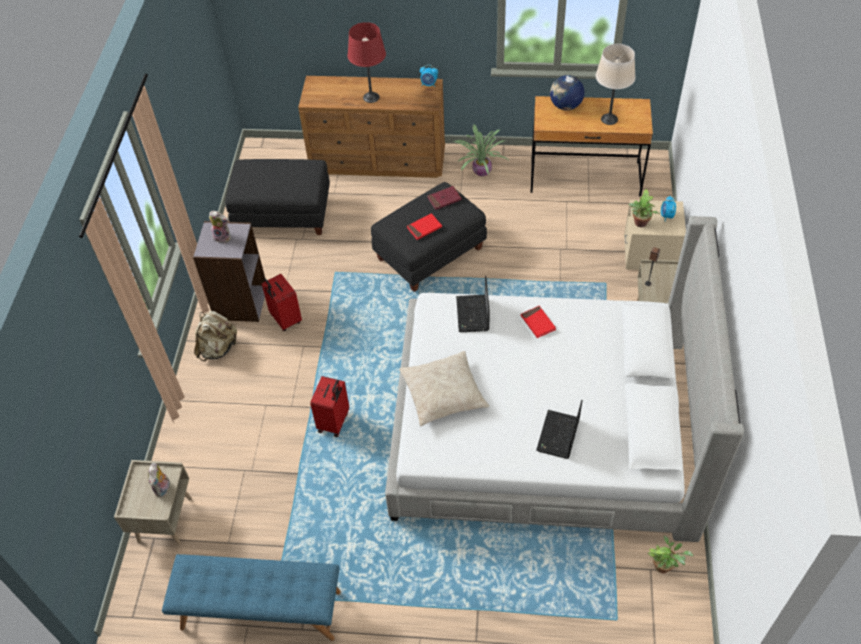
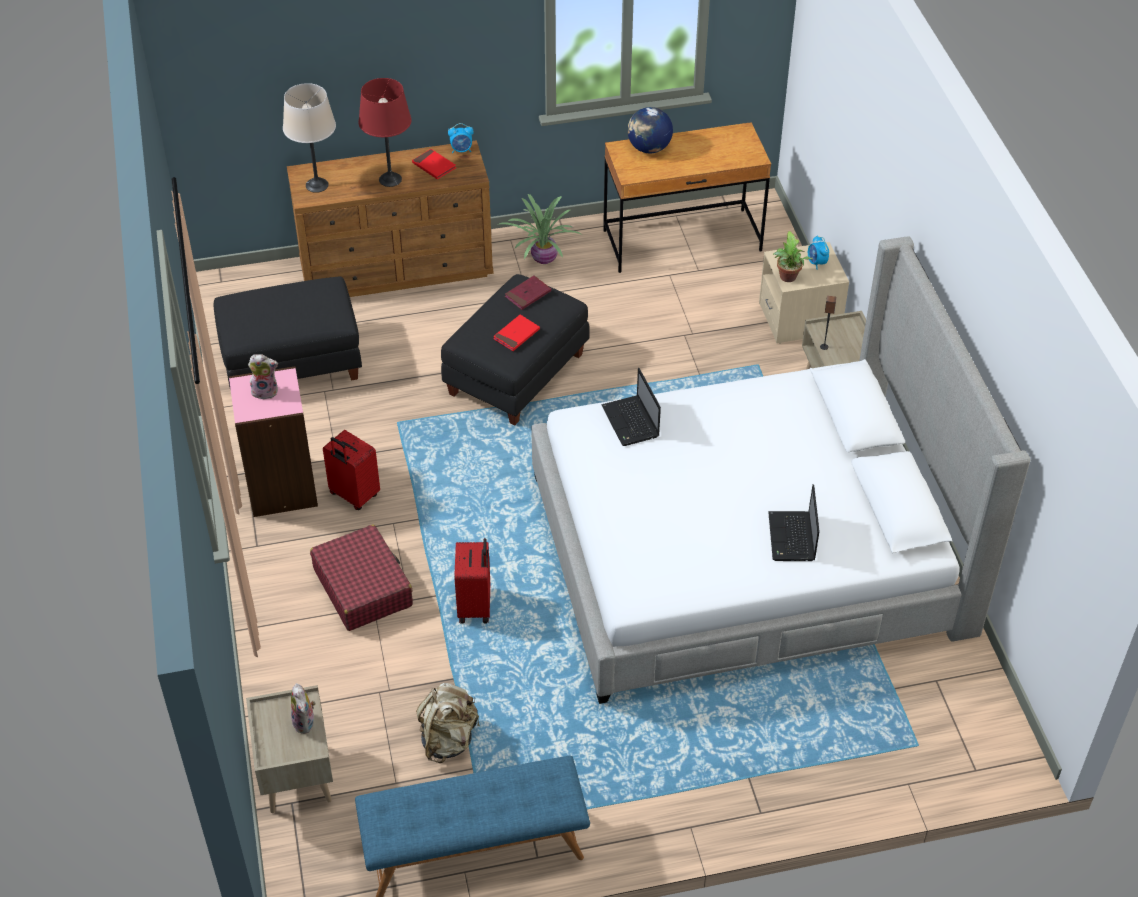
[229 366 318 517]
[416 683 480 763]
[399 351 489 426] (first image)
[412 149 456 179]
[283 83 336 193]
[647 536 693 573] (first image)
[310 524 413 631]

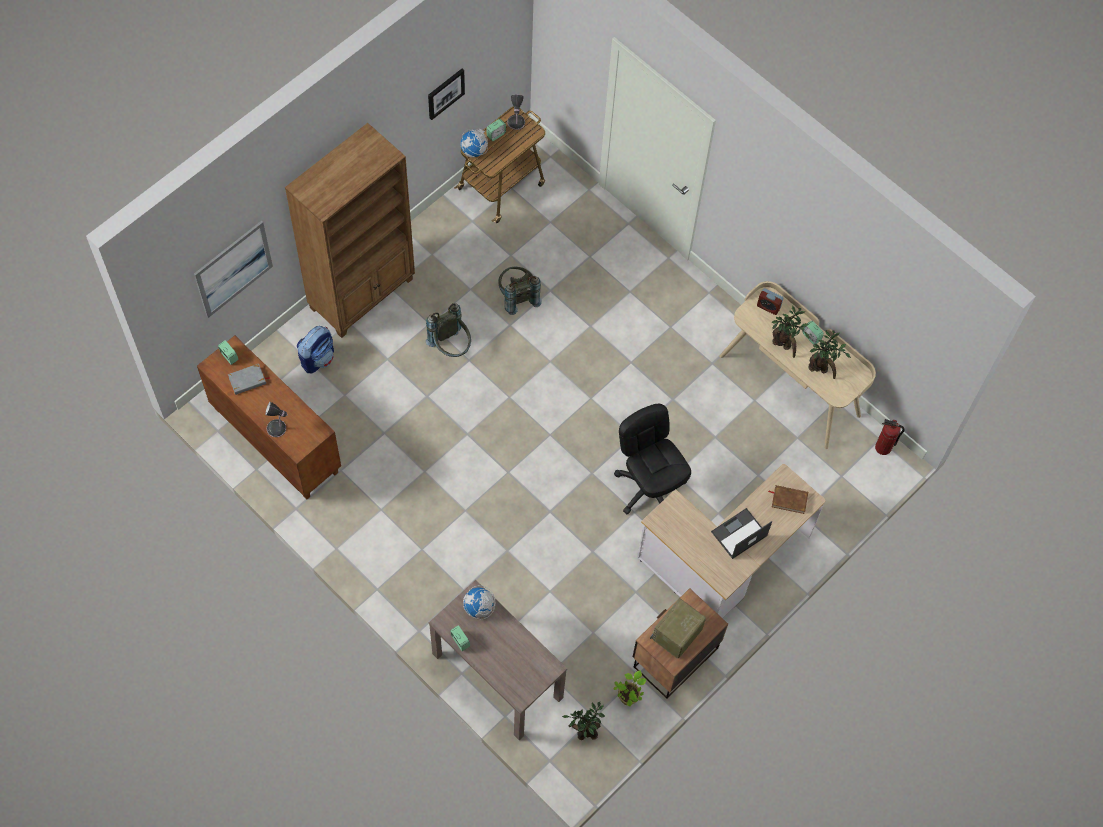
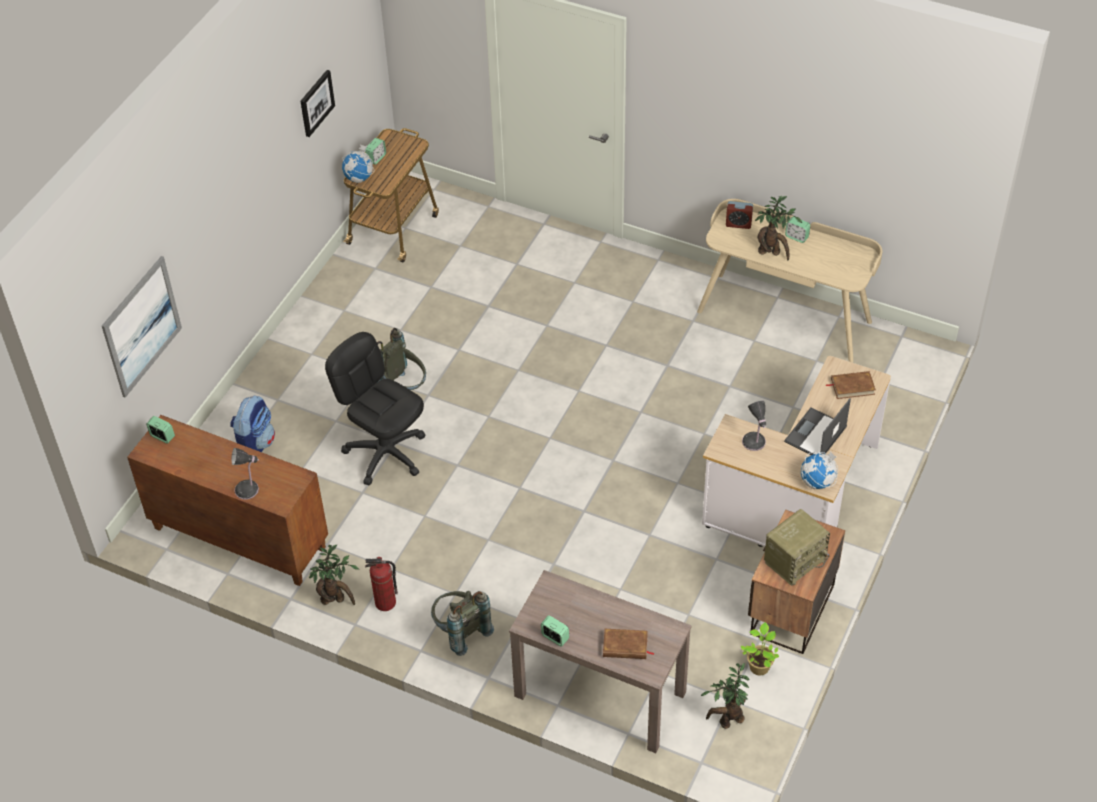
[228 364 271 395] (first image)
[285 123 415 338] (first image)
[801 452 838 489]
[431 591 494 656]
[742 400 766 451]
[325 332 425 485]
[764 509 830 586]
[309 545 359 605]
[365 557 398 611]
[603 629 654 659]

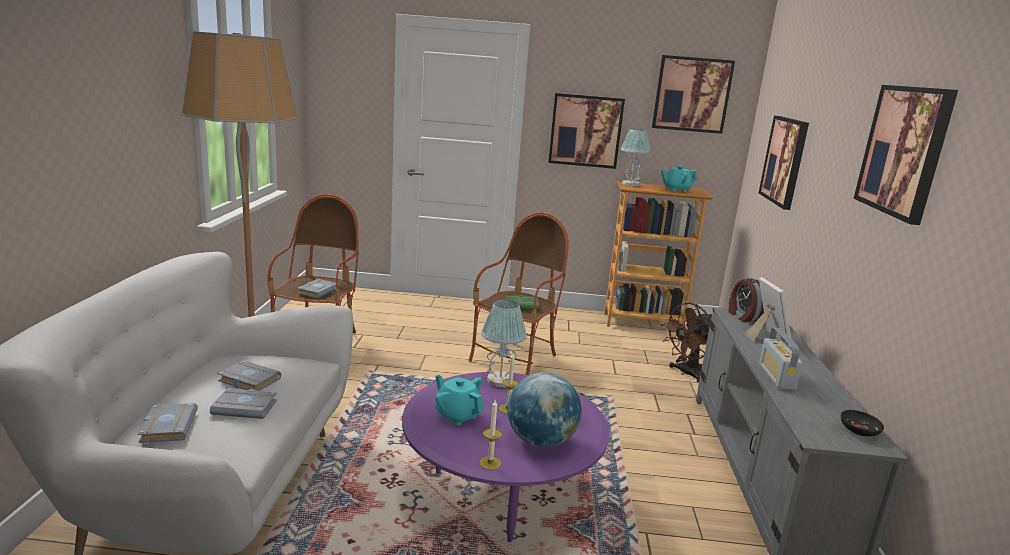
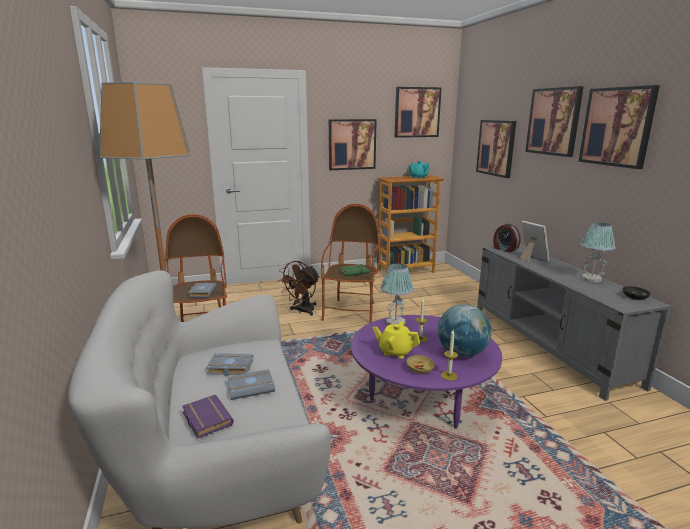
[182 395 234 439]
[373 321 420 359]
[580 223 616 282]
[278 261 320 316]
[759 328 802 390] (first image)
[406 355 435 374]
[525 86 584 157]

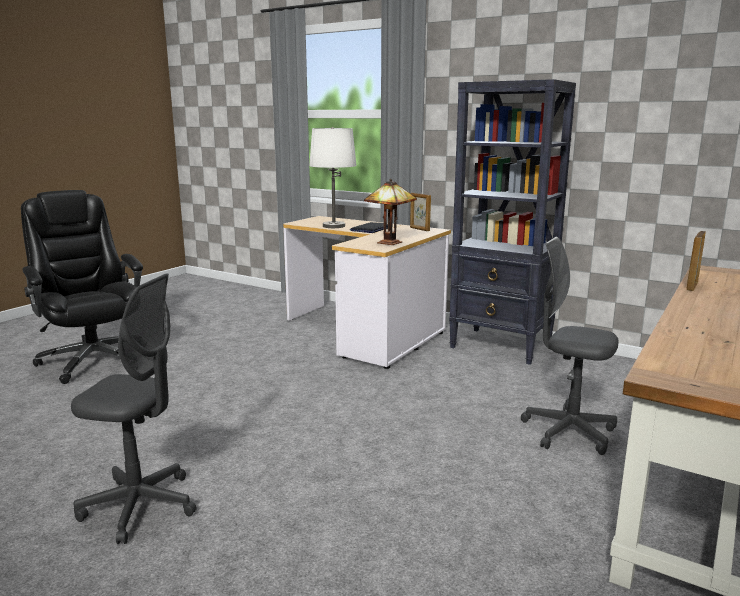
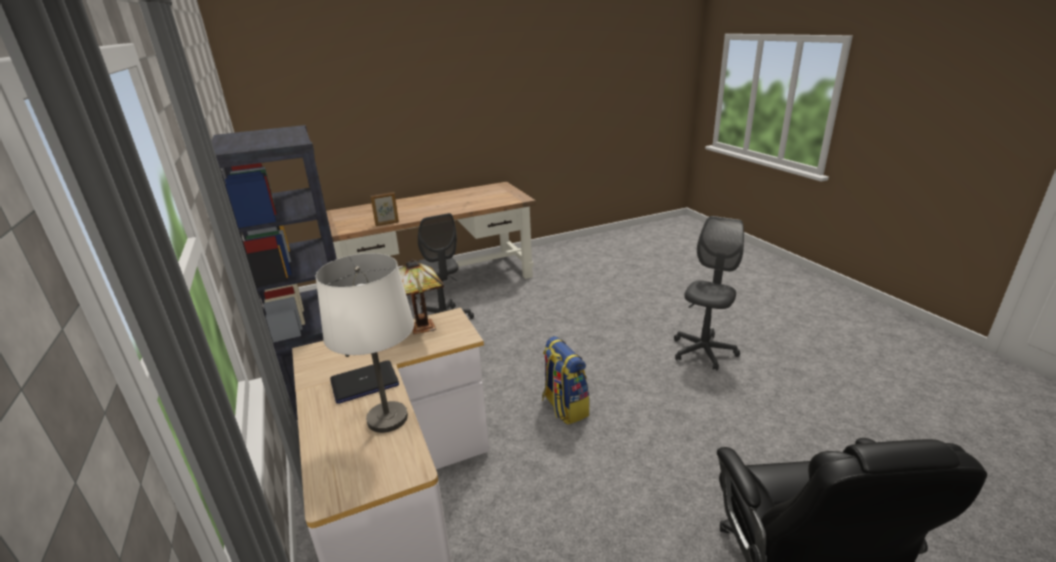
[674 216 744 371]
[410 193 431 231] (first image)
[542 336 589 424]

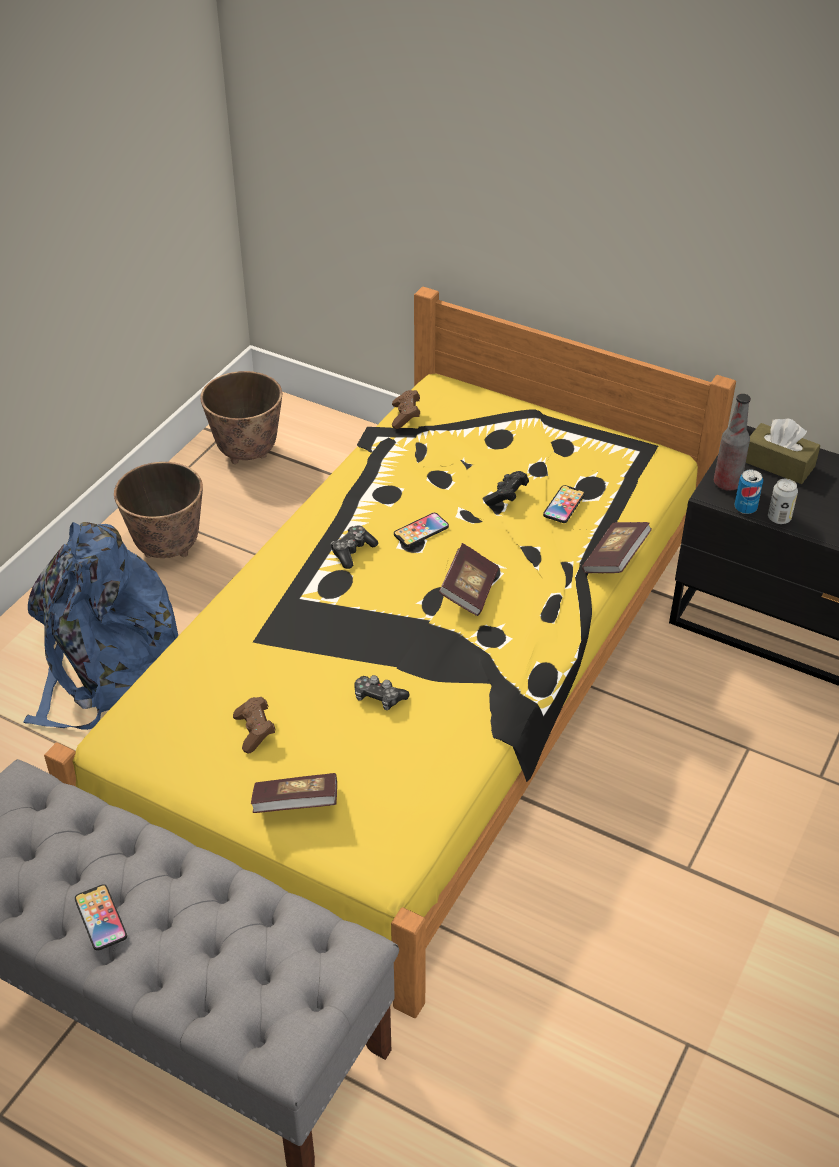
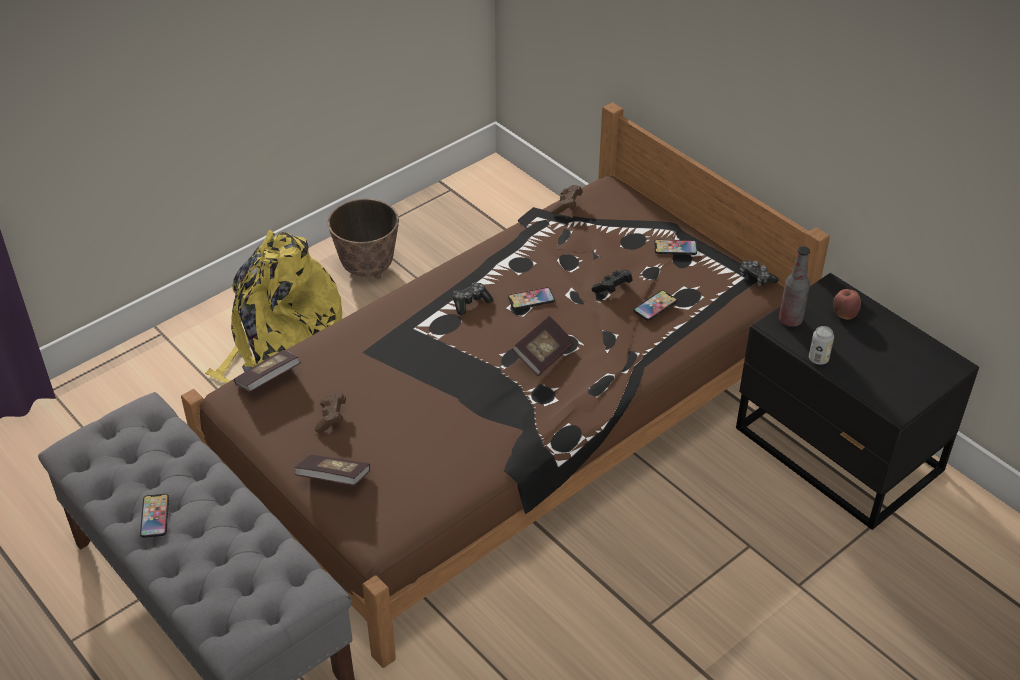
[205 230 343 383]
[181 102 830 668]
[200 371 282 464] (first image)
[740 260 779 286]
[233 350 301 392]
[734 470 763 514] (first image)
[833 289 861 319]
[654 239 697 255]

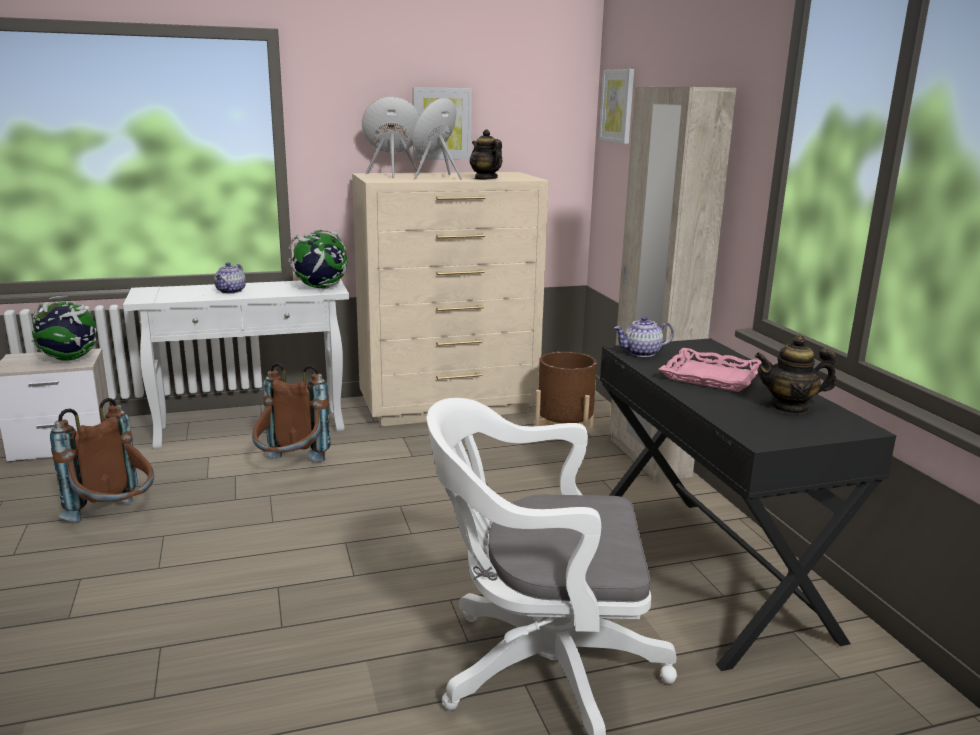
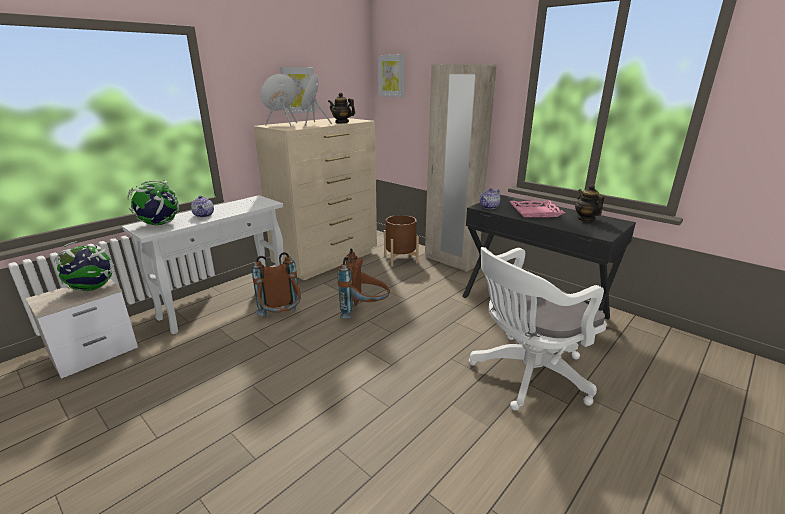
[338 249 390 318]
[127 180 180 225]
[575 185 604 222]

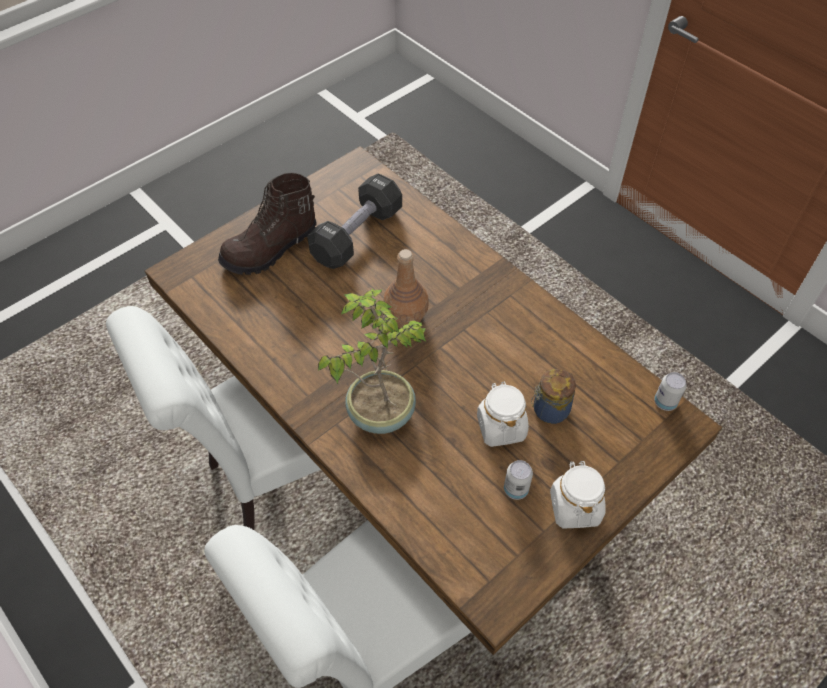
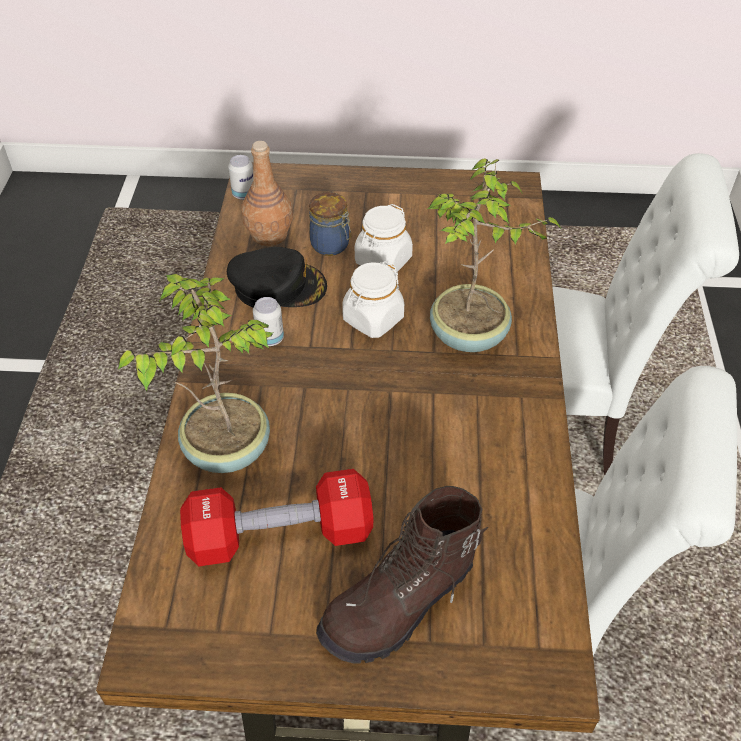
[316 486 488 664]
[180 469 373 566]
[241 141 293 246]
[253 297 284 346]
[342 261 404 338]
[118 274 274 473]
[227 247 327 307]

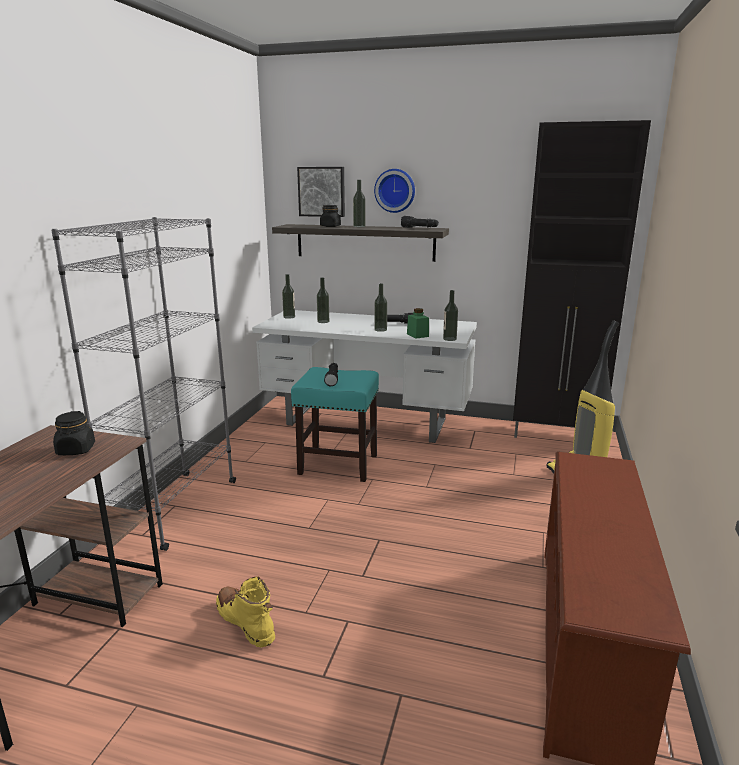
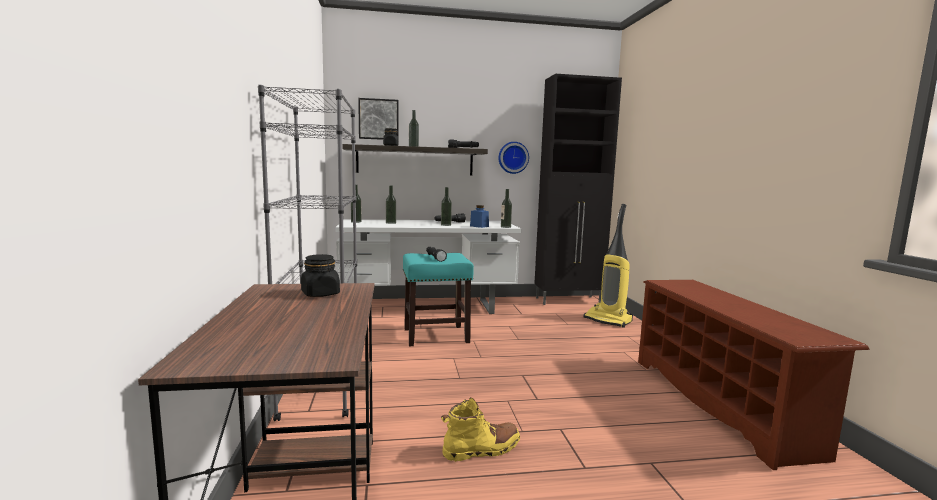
[441 398 520 462]
[499 142 529 174]
[470 205 489 228]

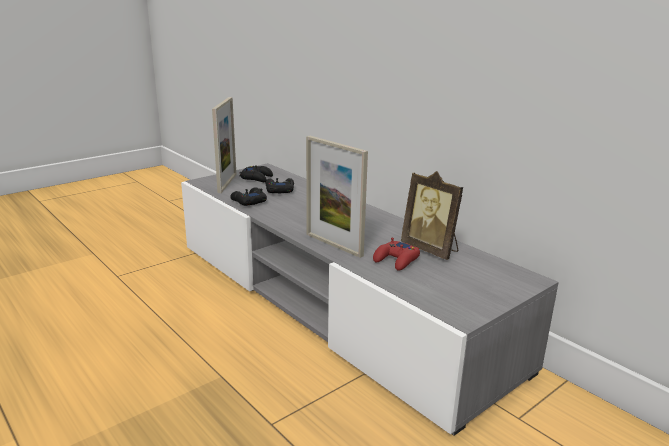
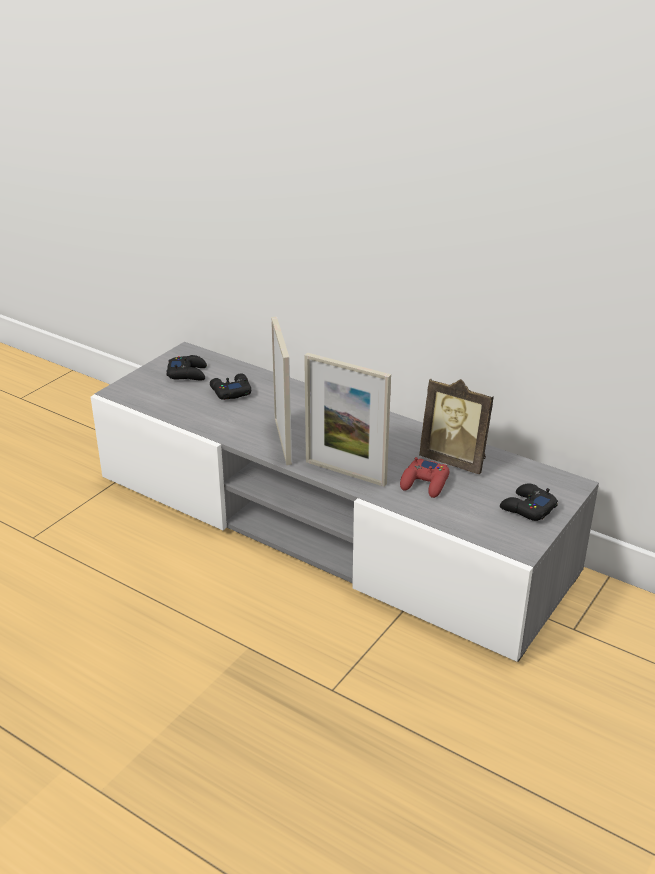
[271 317 292 465]
[500 483 558 521]

